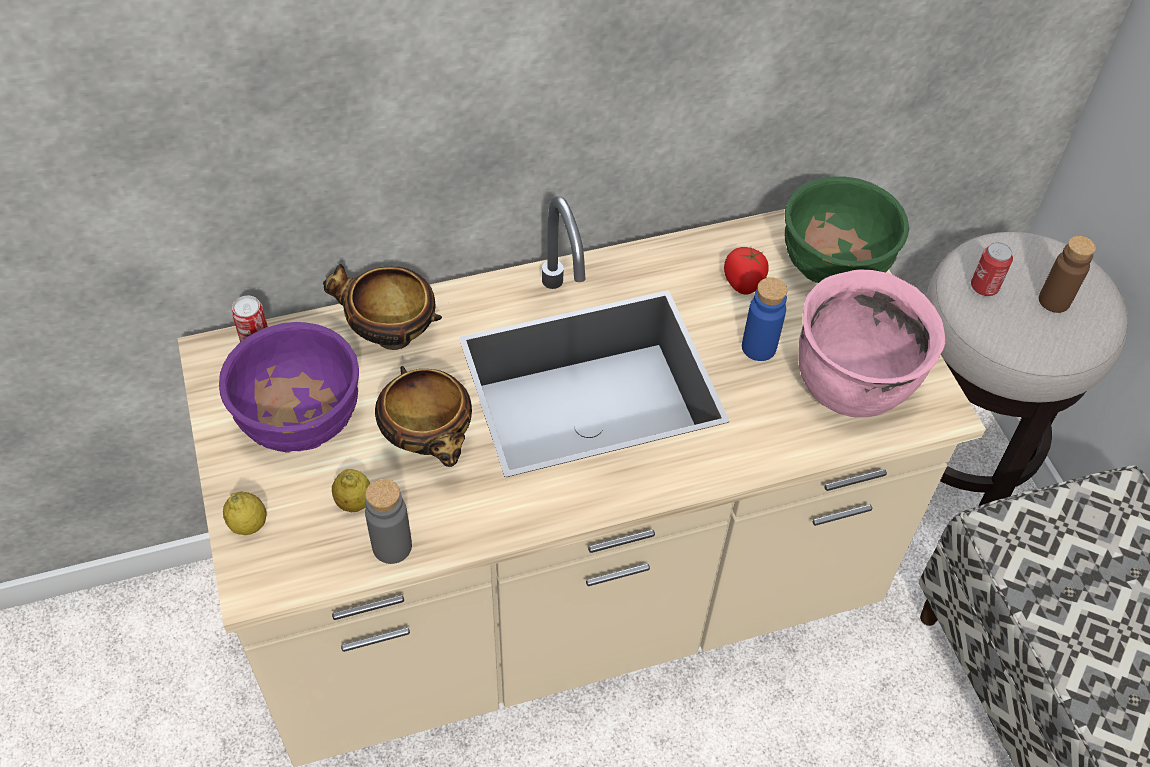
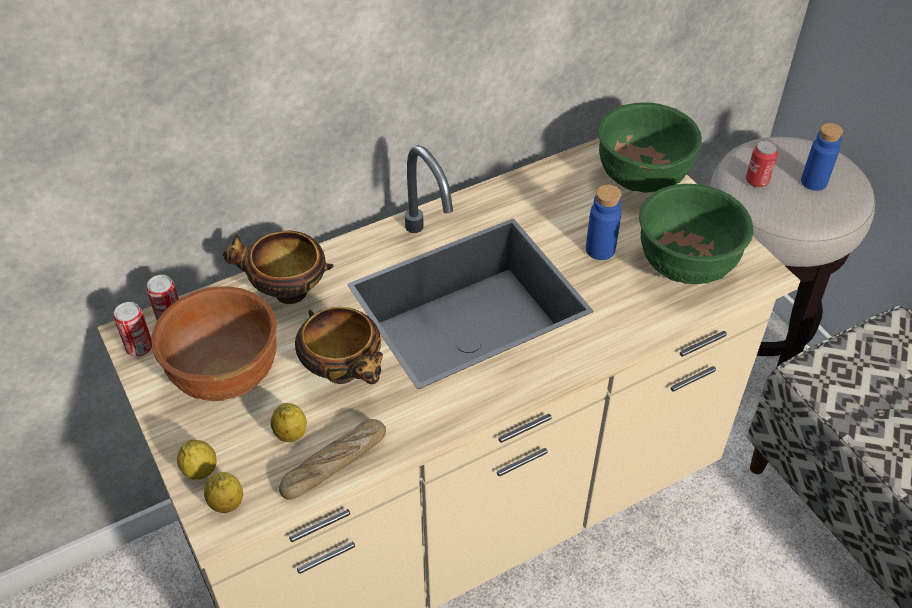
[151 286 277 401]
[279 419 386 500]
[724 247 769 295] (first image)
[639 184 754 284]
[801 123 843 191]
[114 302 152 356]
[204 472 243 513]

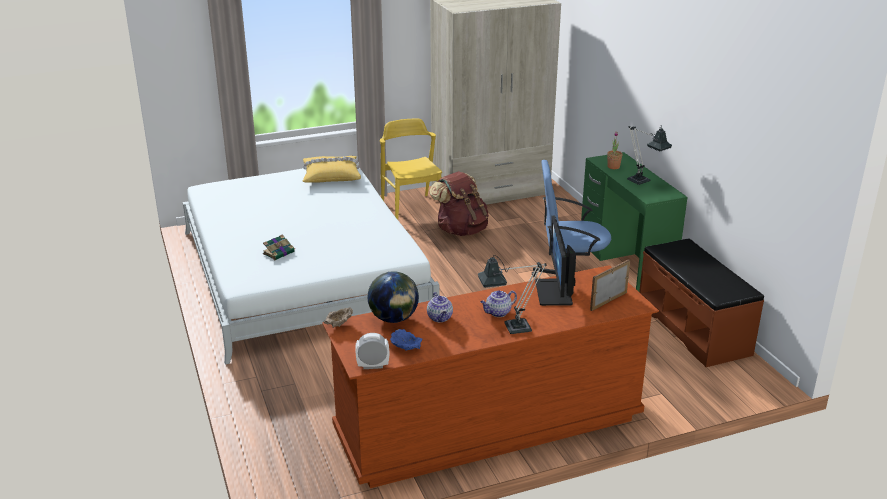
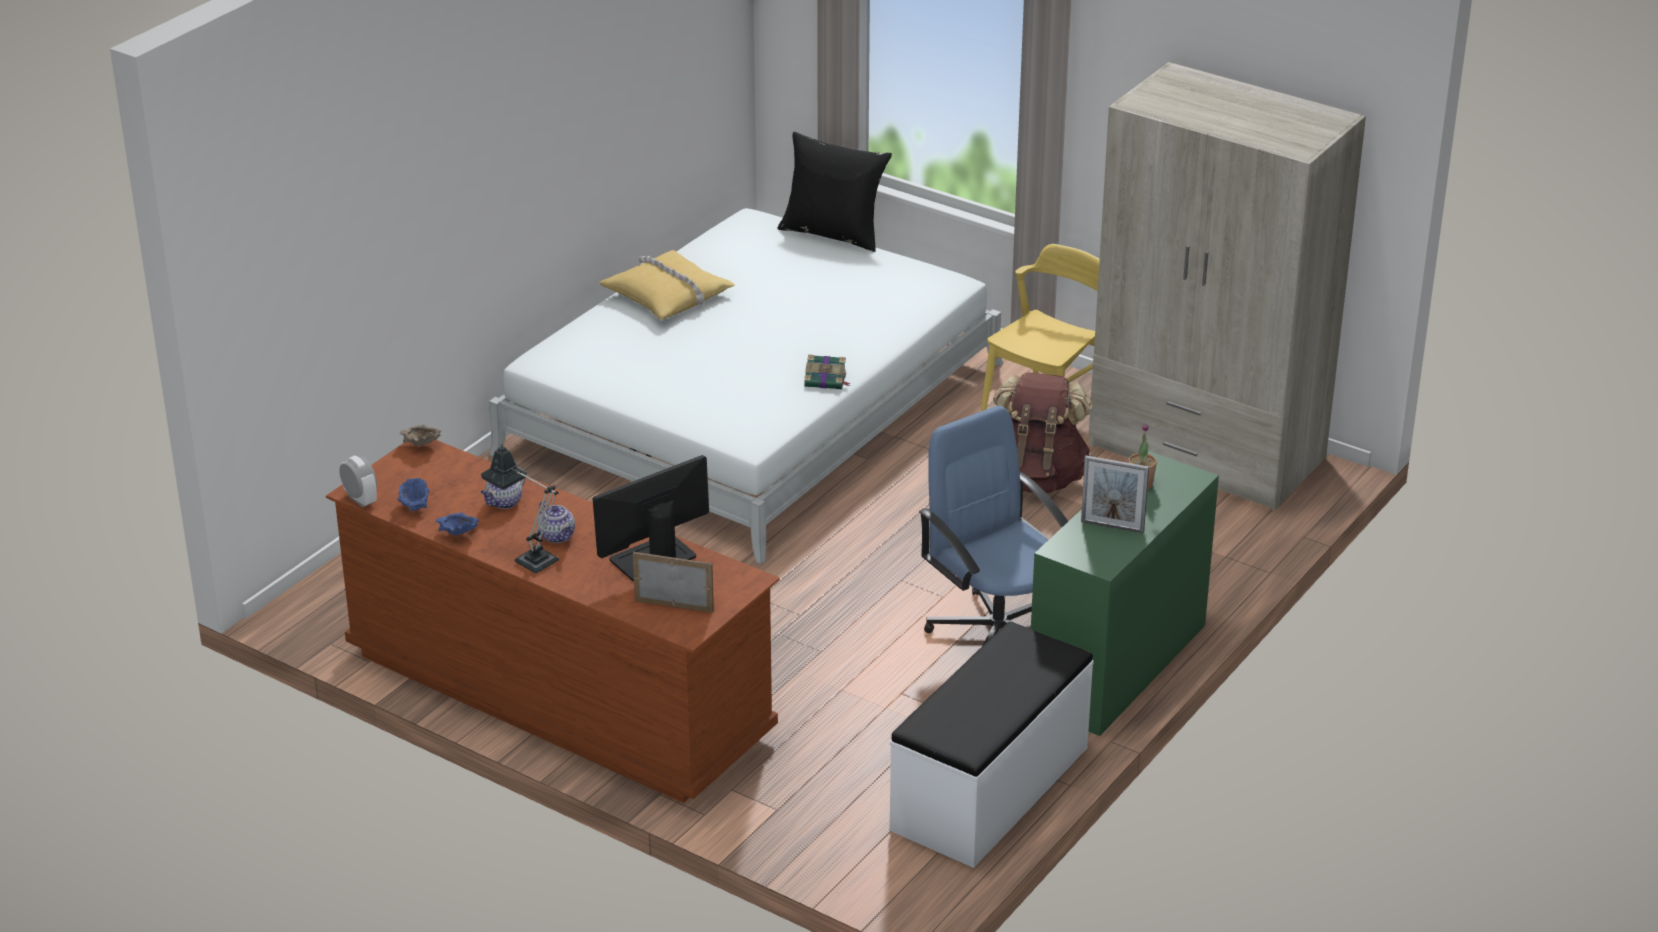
[804 355 850 389]
[599 250 735 320]
[368 271 419 323] (first image)
[537 501 575 543]
[1081 456 1149 533]
[890 621 1094 868]
[435 513 479 536]
[777 132 892 252]

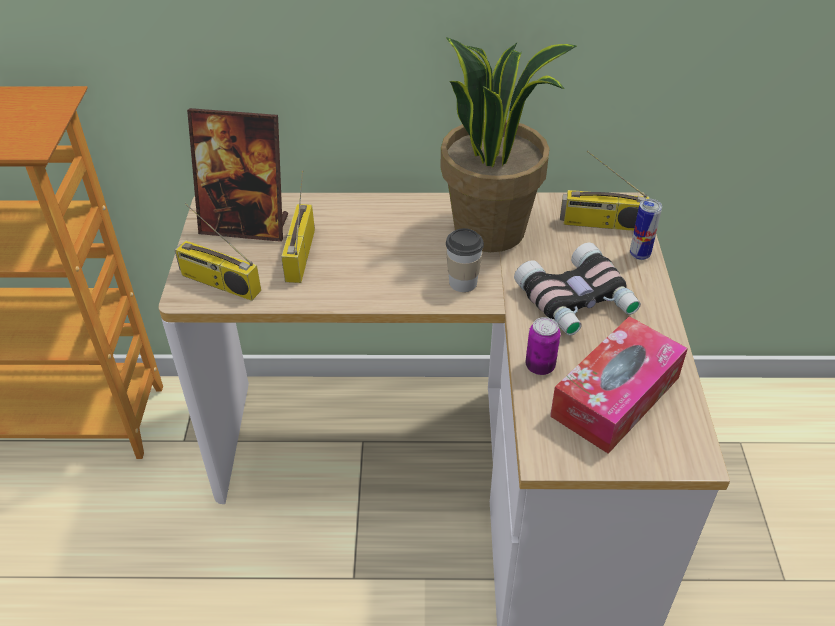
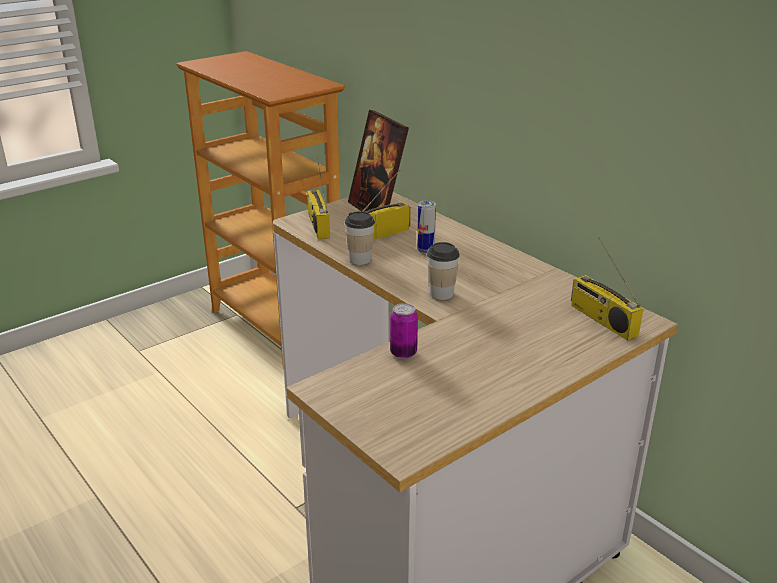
[440 37 577 252] (first image)
[514 242 641 335] (first image)
[550 316 688 454] (first image)
[417 200 436 254]
[345 211 375 265]

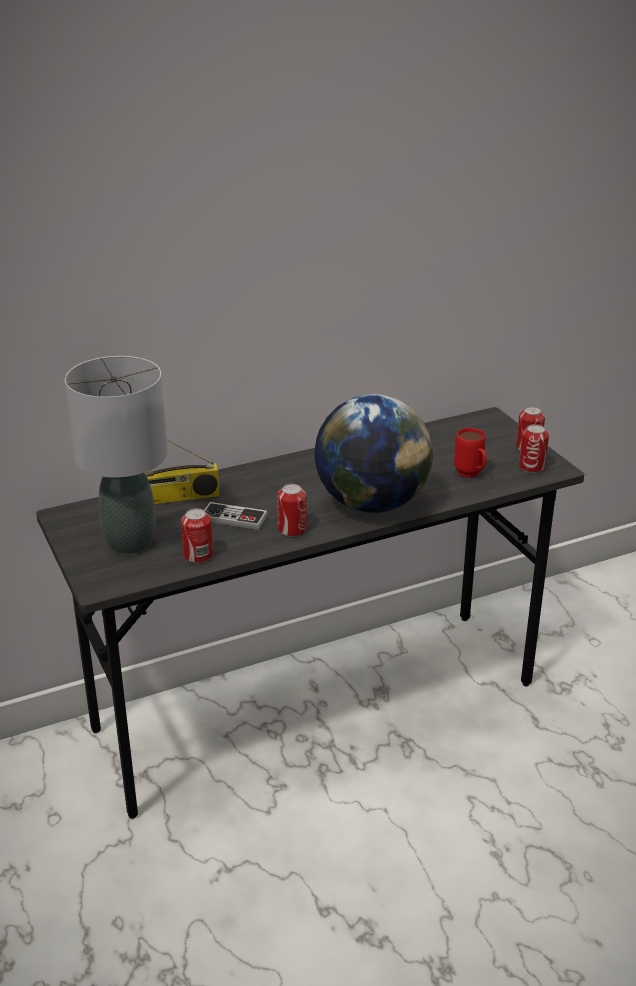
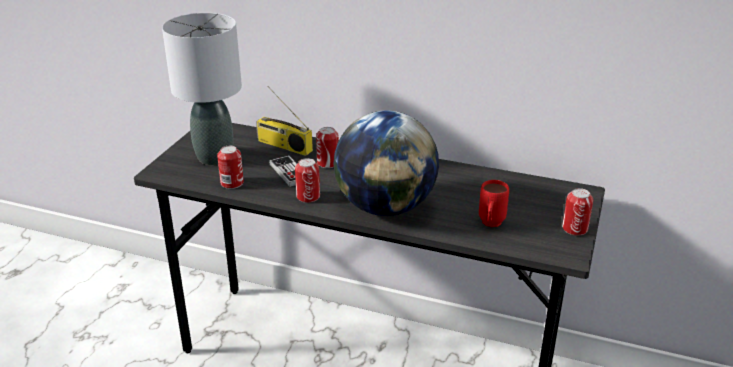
[316 127 339 168]

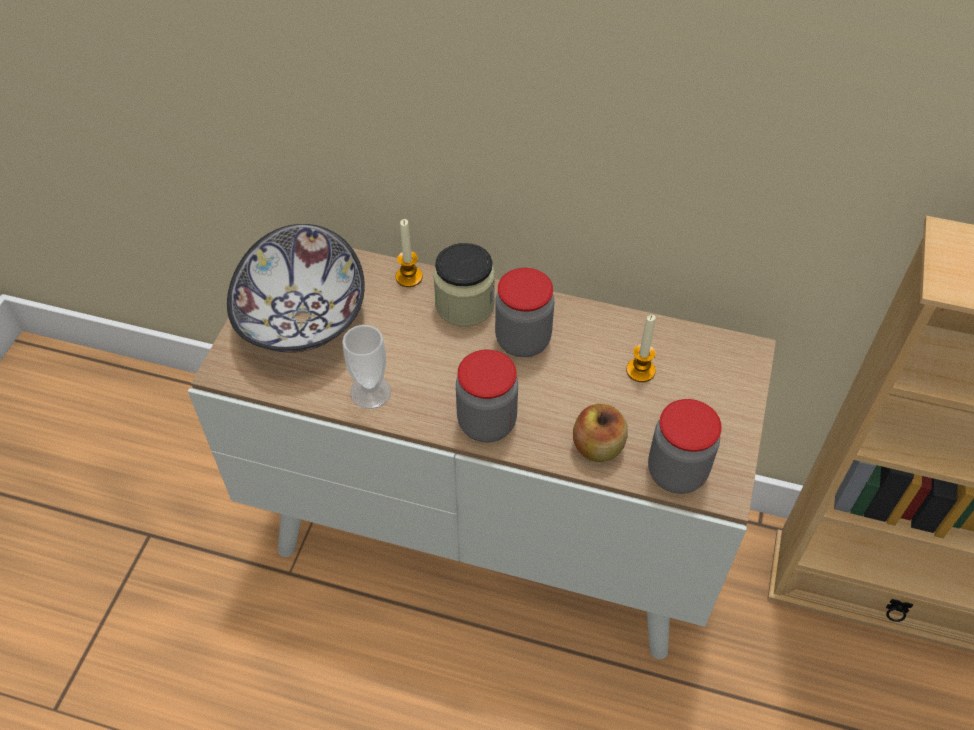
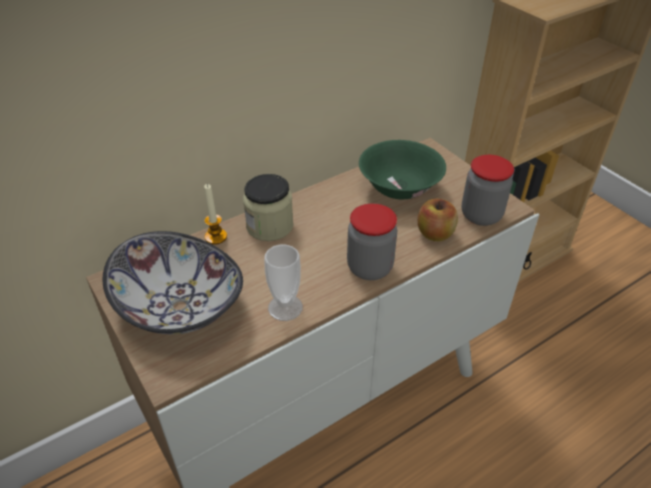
[495 268 554 357] (first image)
[359 140 446 199]

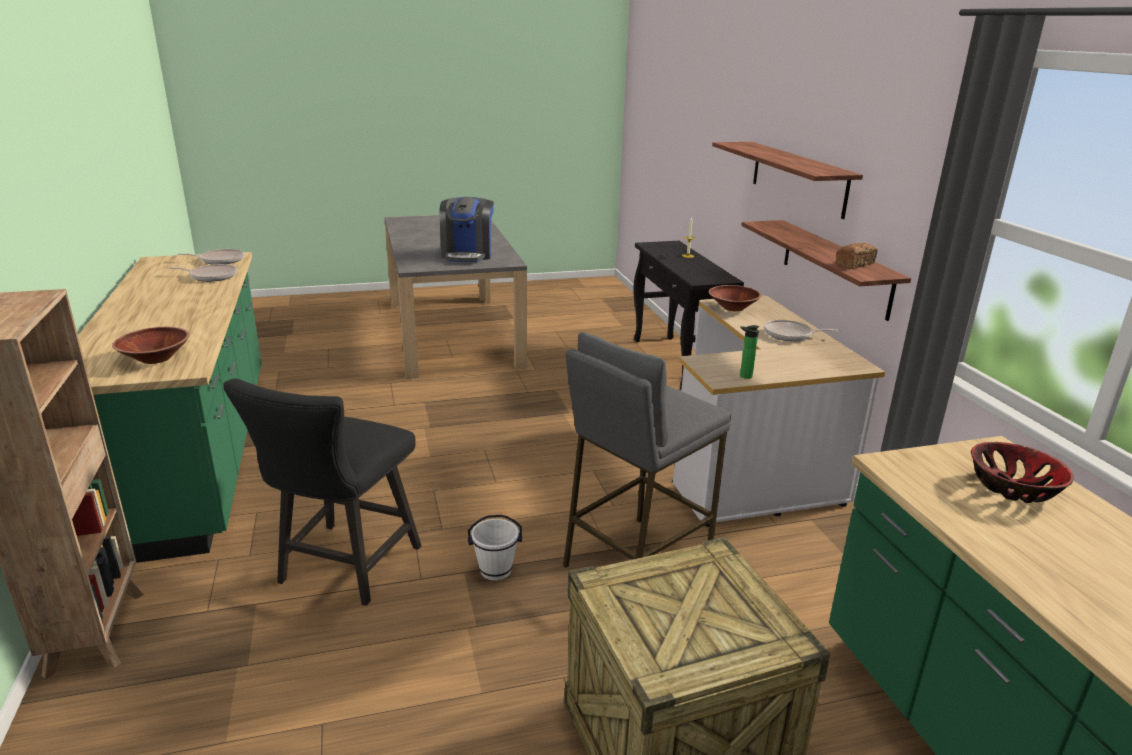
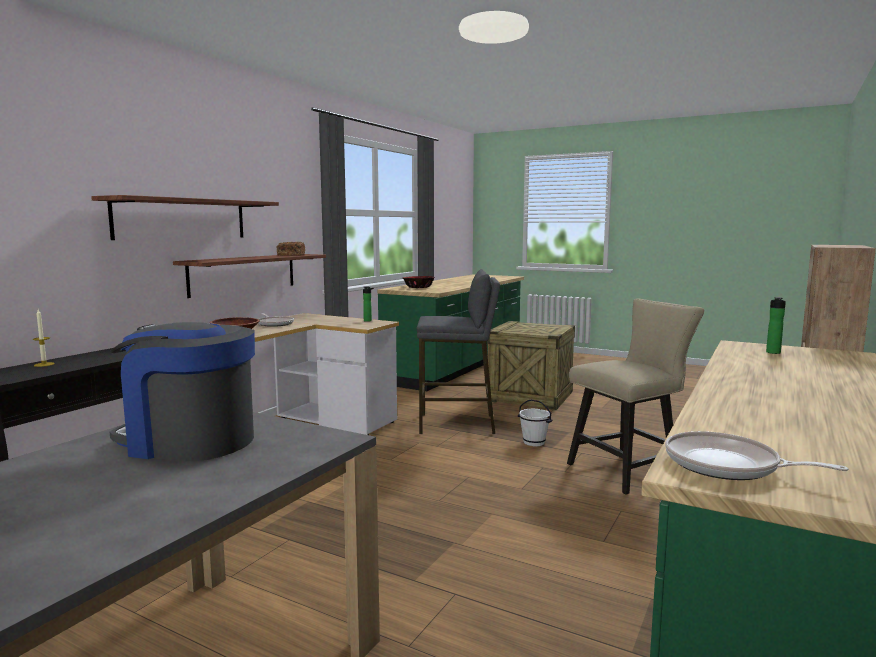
[766 297 786 354]
[169 264 237 282] (first image)
[567 298 704 495]
[110 322 255 461]

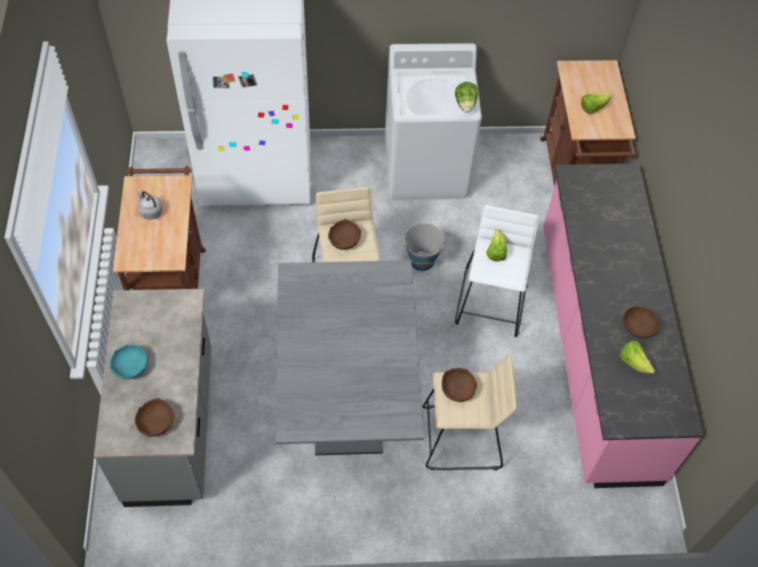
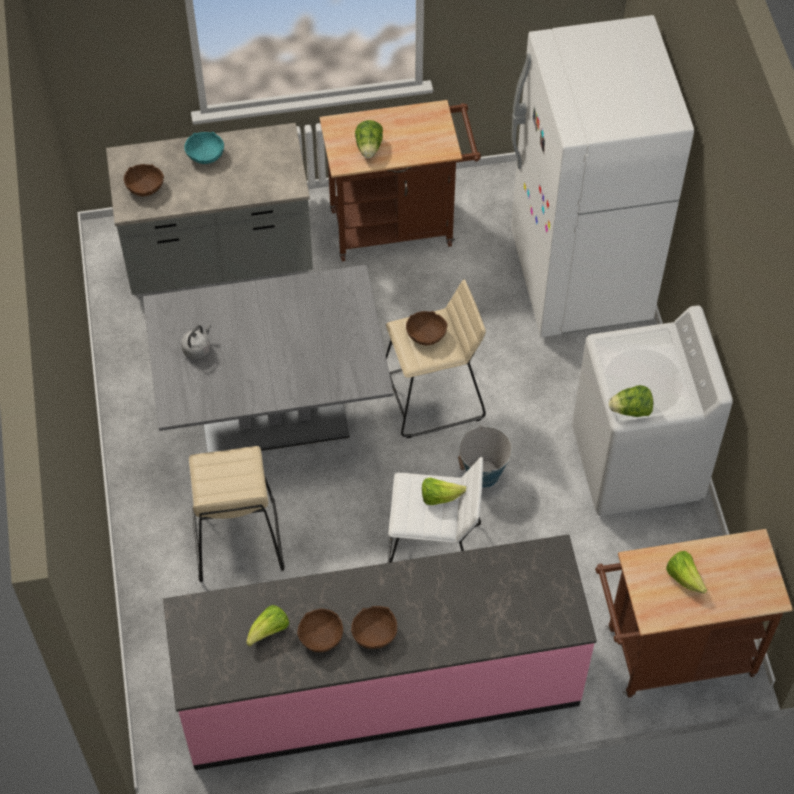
[181 324 211 359]
[351 606 397 649]
[355 120 383 158]

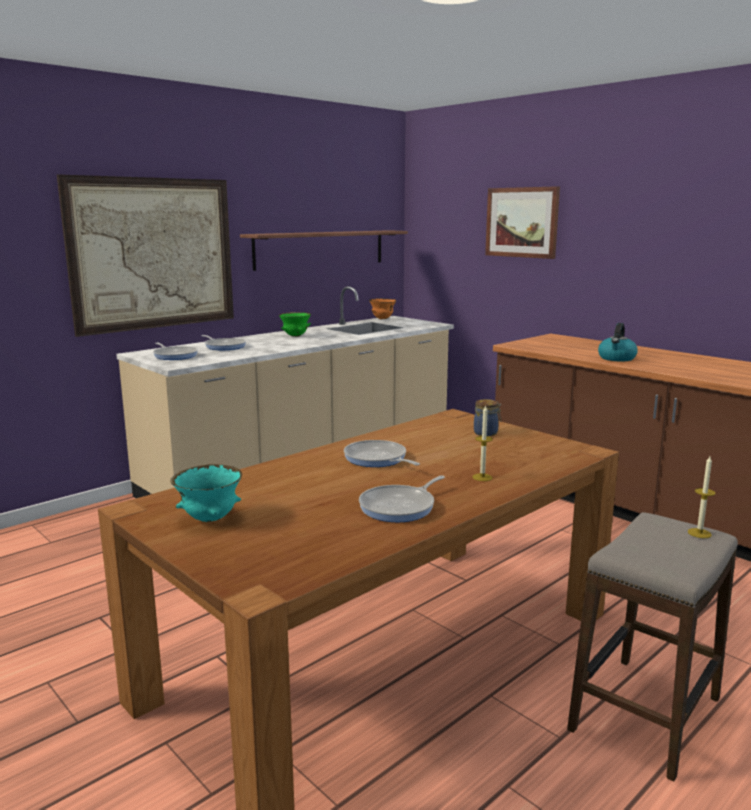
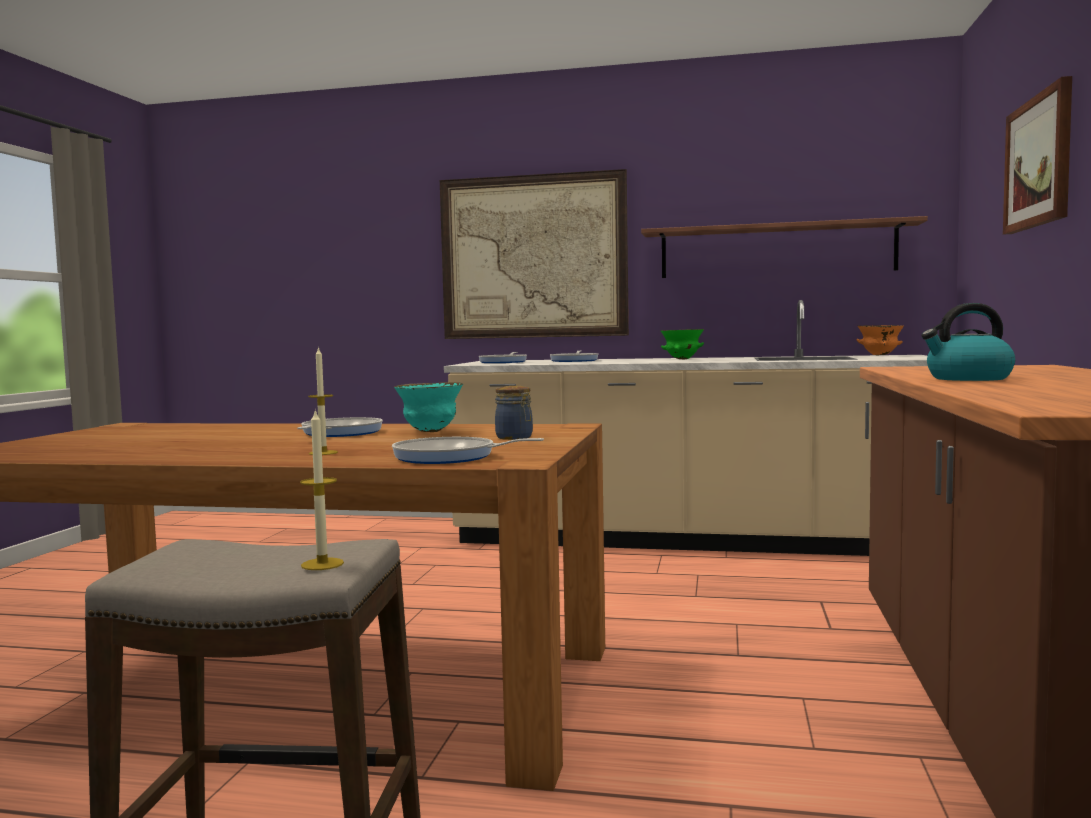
[394 382 463 432]
[392 437 544 464]

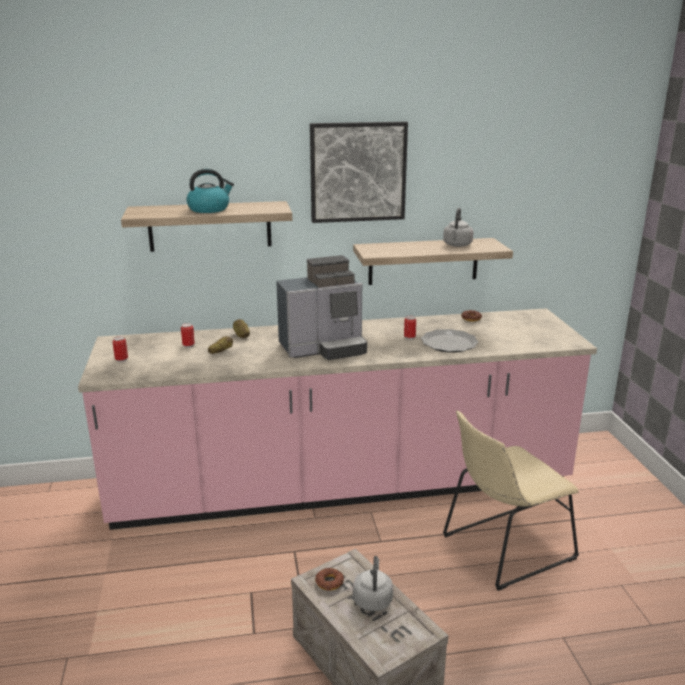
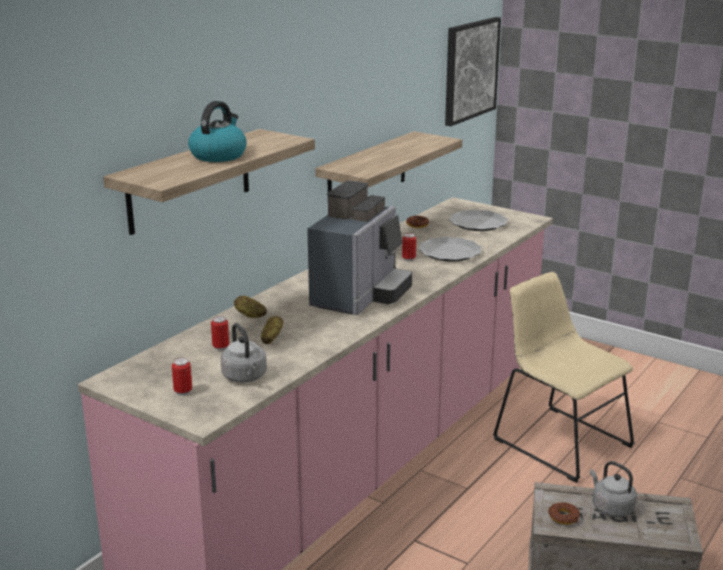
[445 17 501 126]
[220 323 267 383]
[493 272 635 483]
[449 210 508 231]

